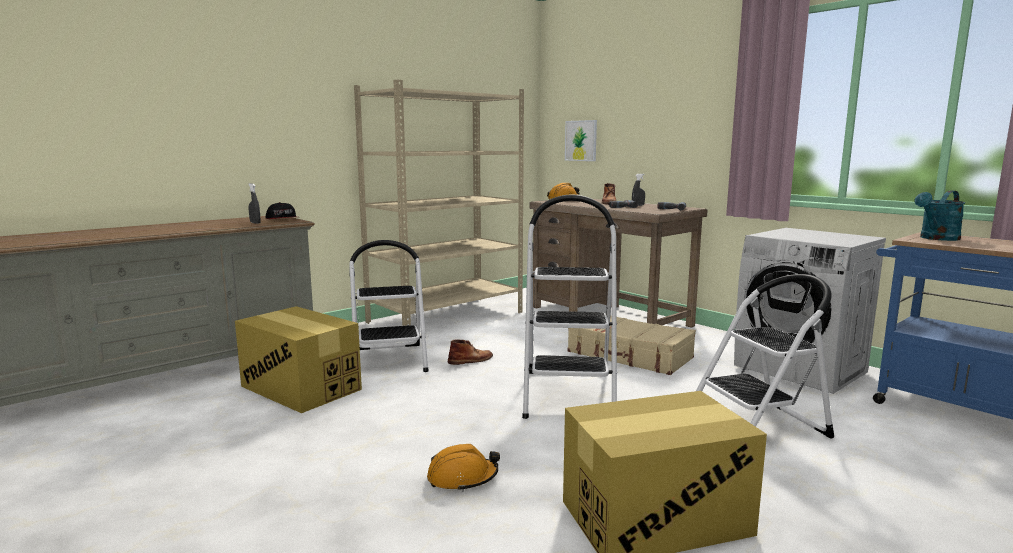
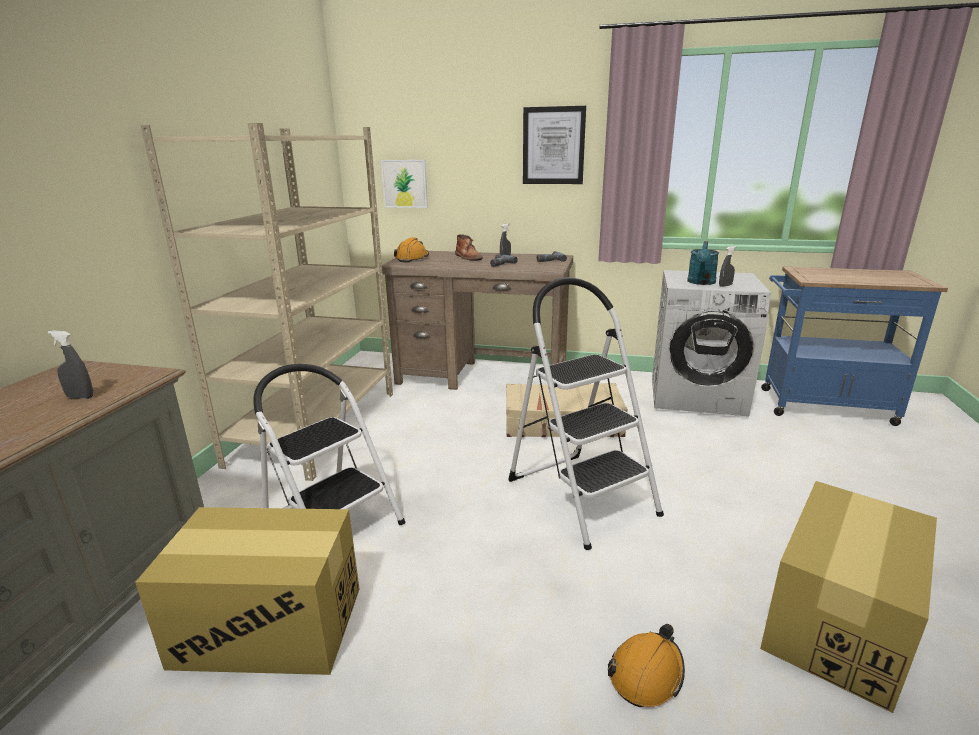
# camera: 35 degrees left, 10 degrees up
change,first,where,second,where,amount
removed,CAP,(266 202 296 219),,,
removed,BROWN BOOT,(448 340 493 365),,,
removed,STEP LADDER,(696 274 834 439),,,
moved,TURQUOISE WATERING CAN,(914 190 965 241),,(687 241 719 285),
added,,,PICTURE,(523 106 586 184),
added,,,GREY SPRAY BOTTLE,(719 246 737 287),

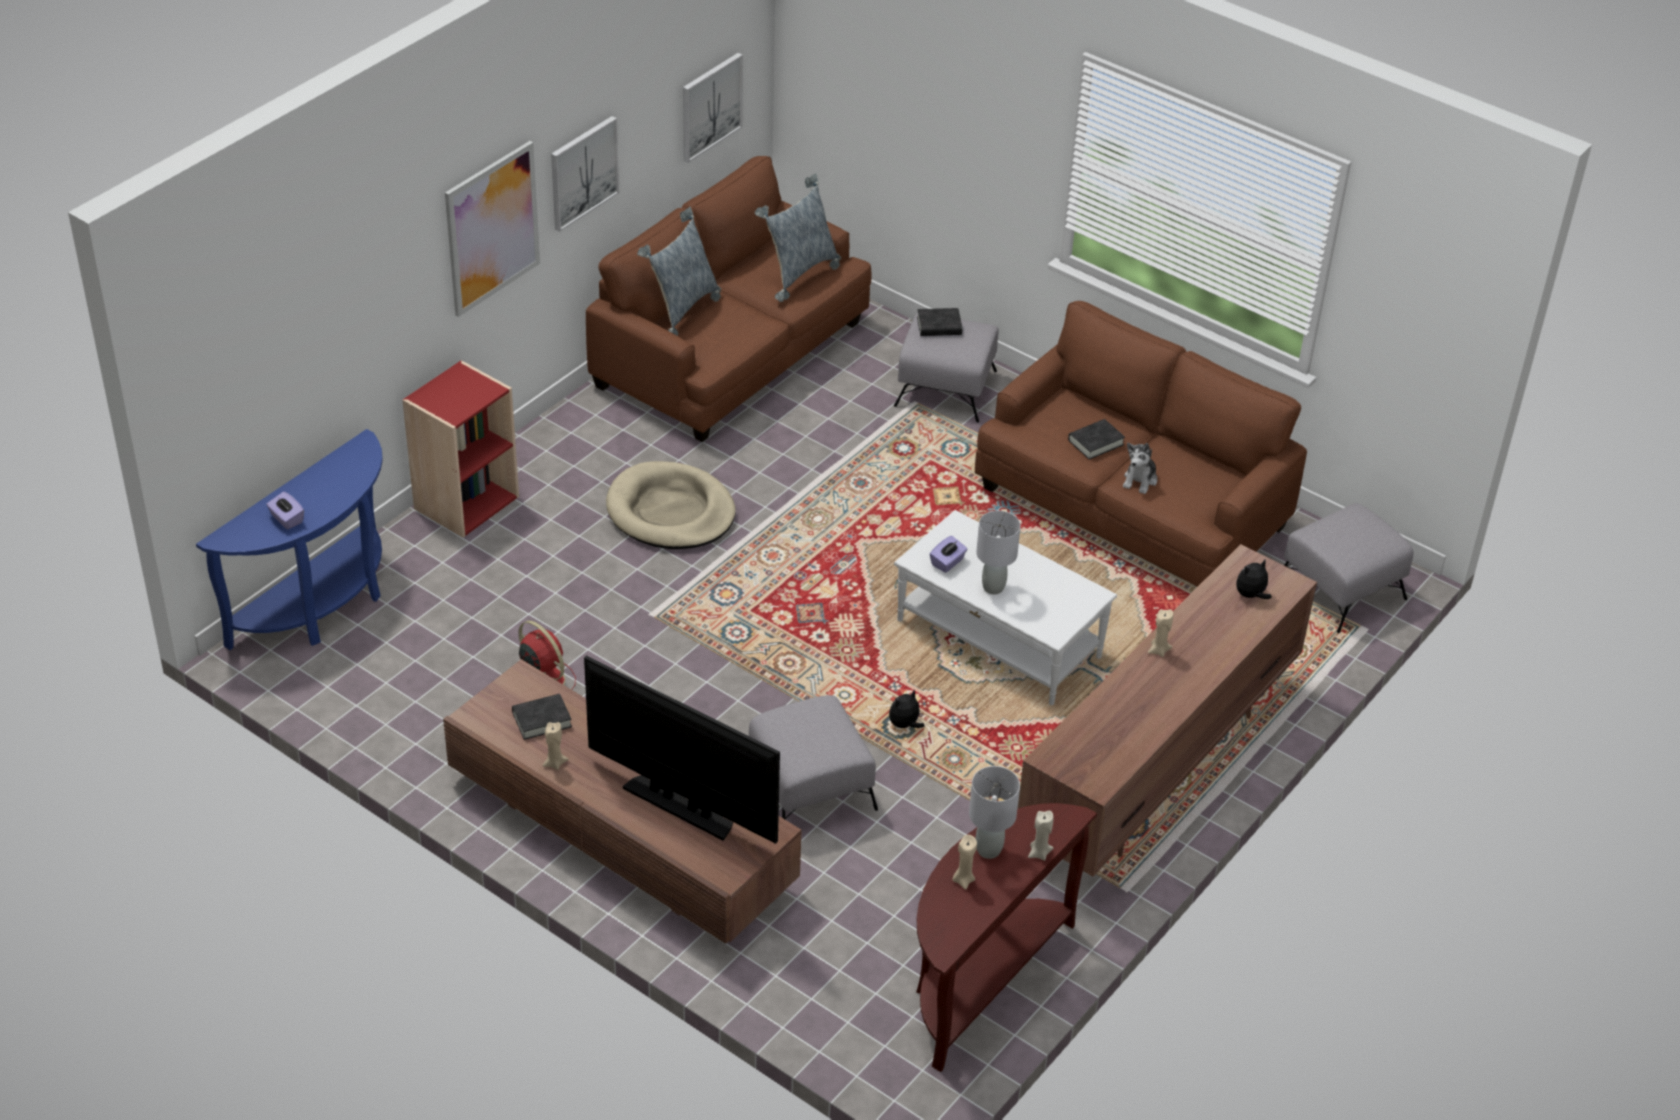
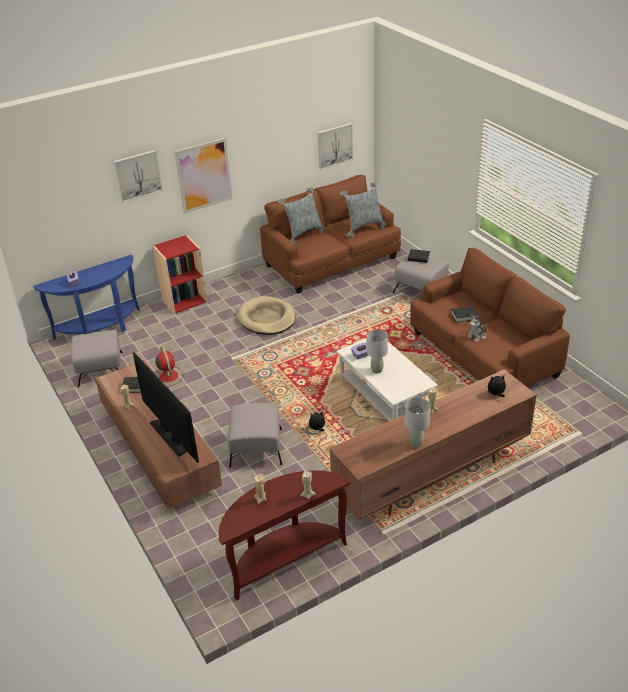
# camera: 25 degrees right, 5 degrees down
change,first,where,second,where,amount
moved,PICTURE,(551 116 619 231),,(114 150 163 202),
moved,GREY TABLE LAMP,(969 766 1020 859),,(405 397 431 448),
moved,GREY OTTOMAN,(1284 503 1414 633),,(71 330 123 388),

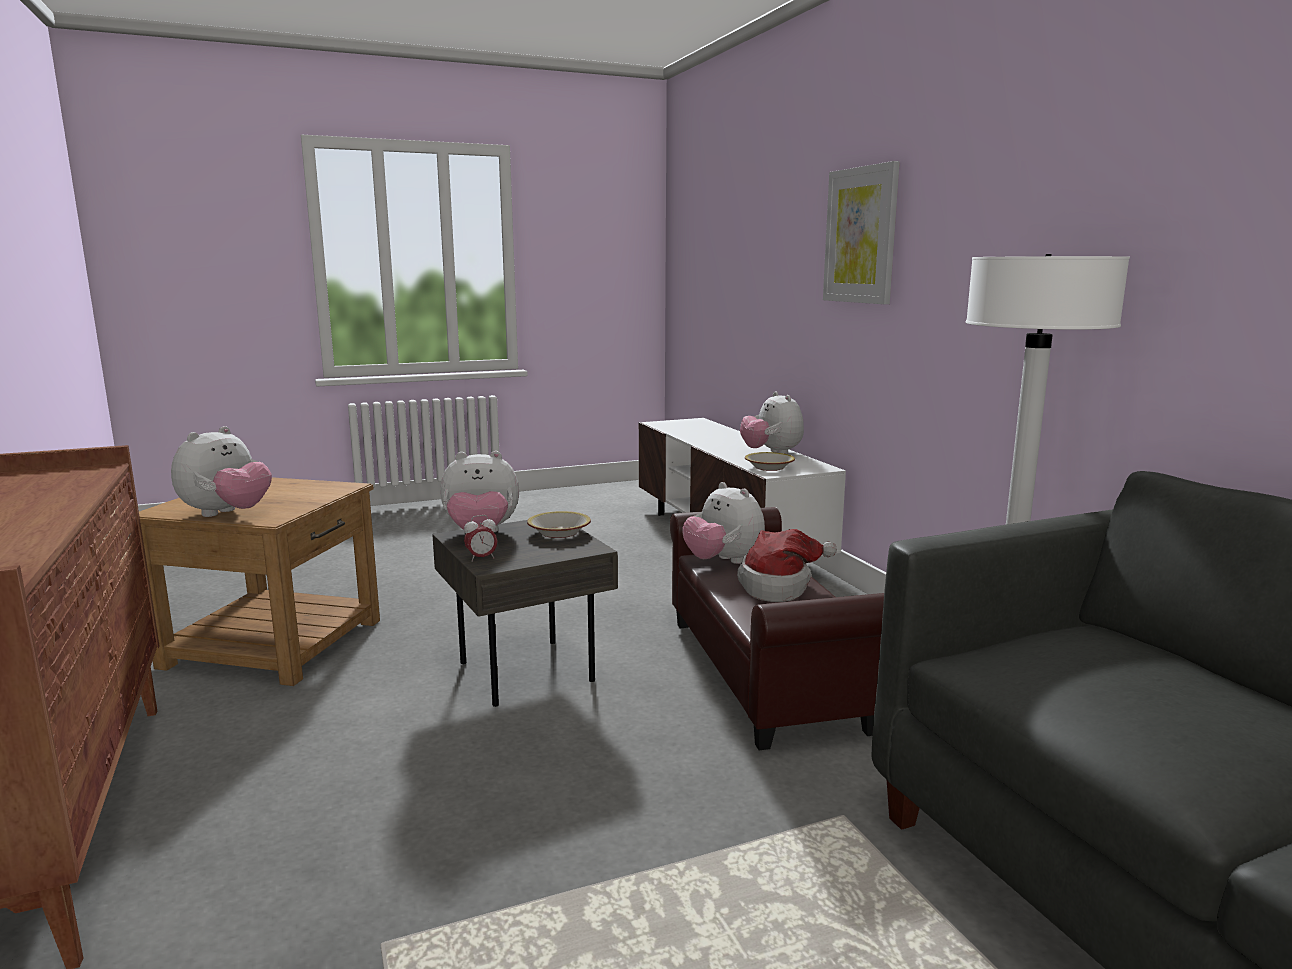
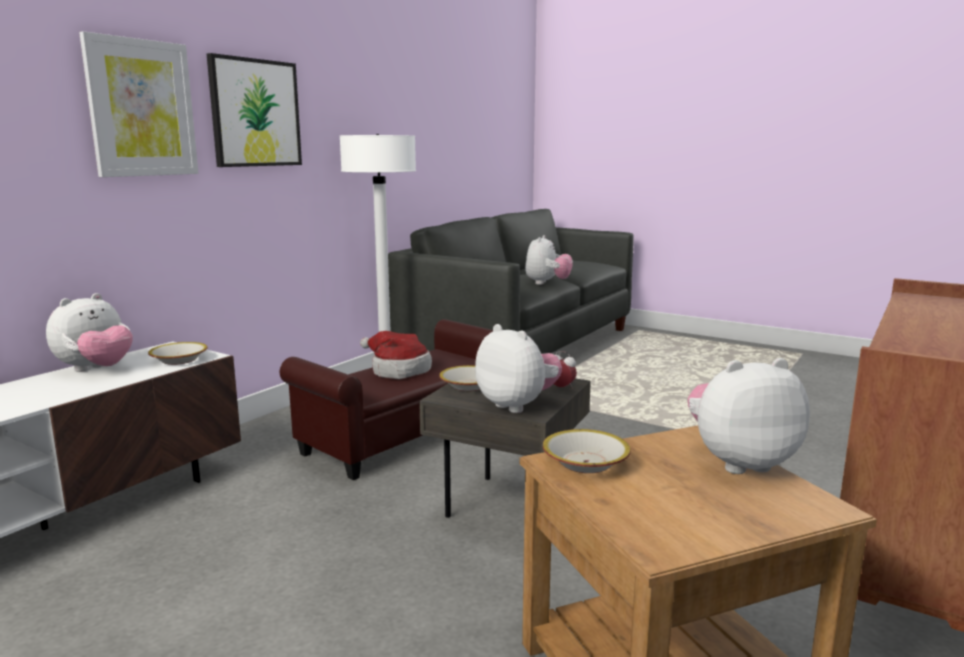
# camera: 125 degrees left, 0 degrees up
change,first,where,second,where,amount
moved,PLUSH TOY,(682 482 765 564),,(525 235 573 285),
added,,,PICTURE,(207 53 302 167),
added,,,BOWL,(543 429 631 473),

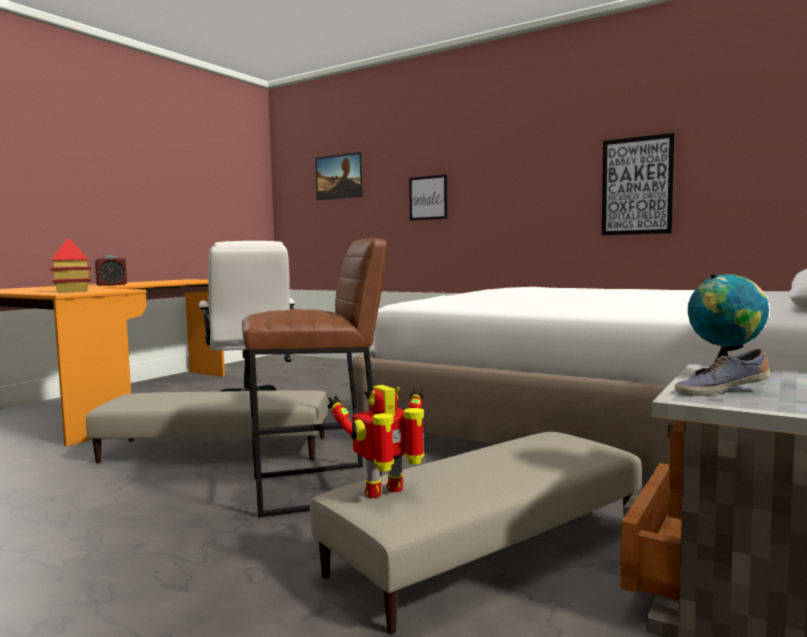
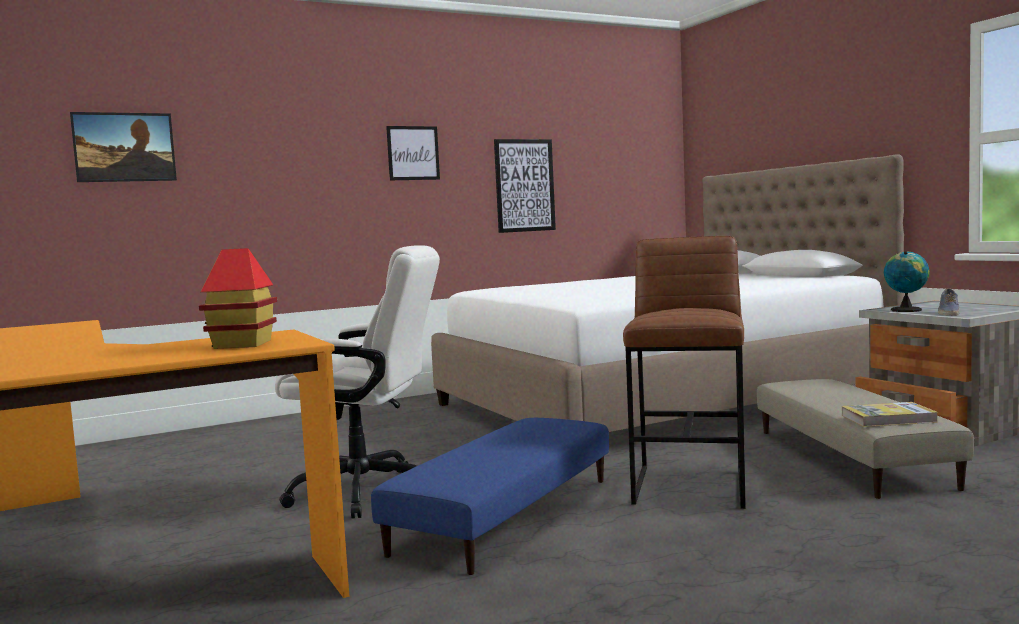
# camera: 60 degrees left, 0 degrees up
change,first,where,second,where,amount
recoloured,BEIGE OTTOMAN,(86 390 328 463),BLUE OTTOMAN,(371 418 609 575),
removed,ALARM CLOCK,(94 255 127 286),,,
replaced,TOY ROBOT,(327 385 425 498),BOOK,(842 402 938 427),
moved,PICTURE,(409 174 447 221),,(386 126 440 180),

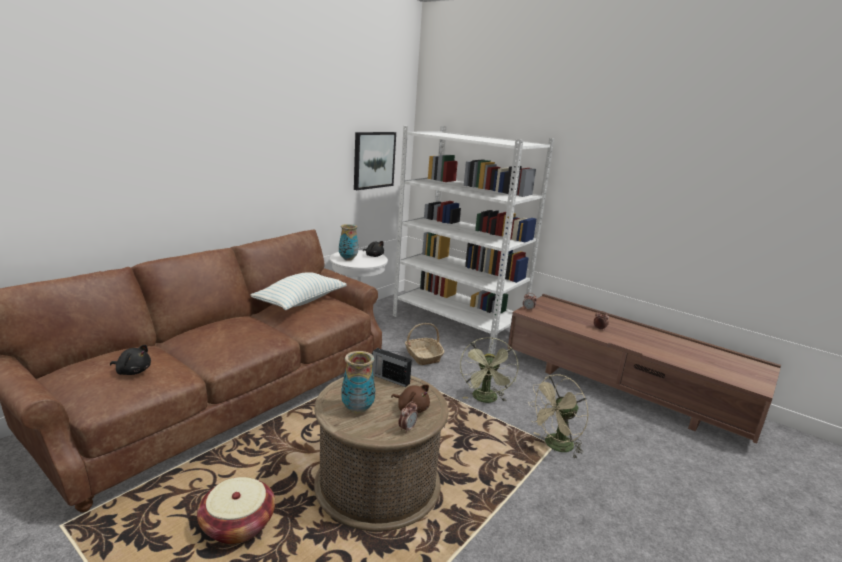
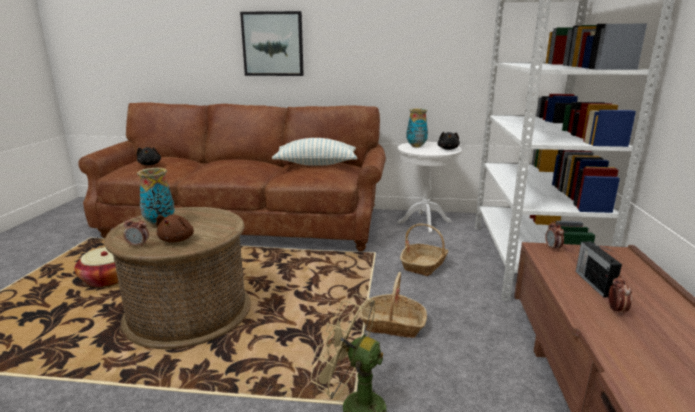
# camera: 60 degrees right, 0 degrees up
change,first,where,second,where,amount
moved,PICTURE,(354 132 396 190),,(240 11 304 76),
moved,RADIO,(372 348 412 387),,(576 242 622 297),
replaced,GREEN FAN,(460 338 519 403),BASKET,(360 272 427 338),

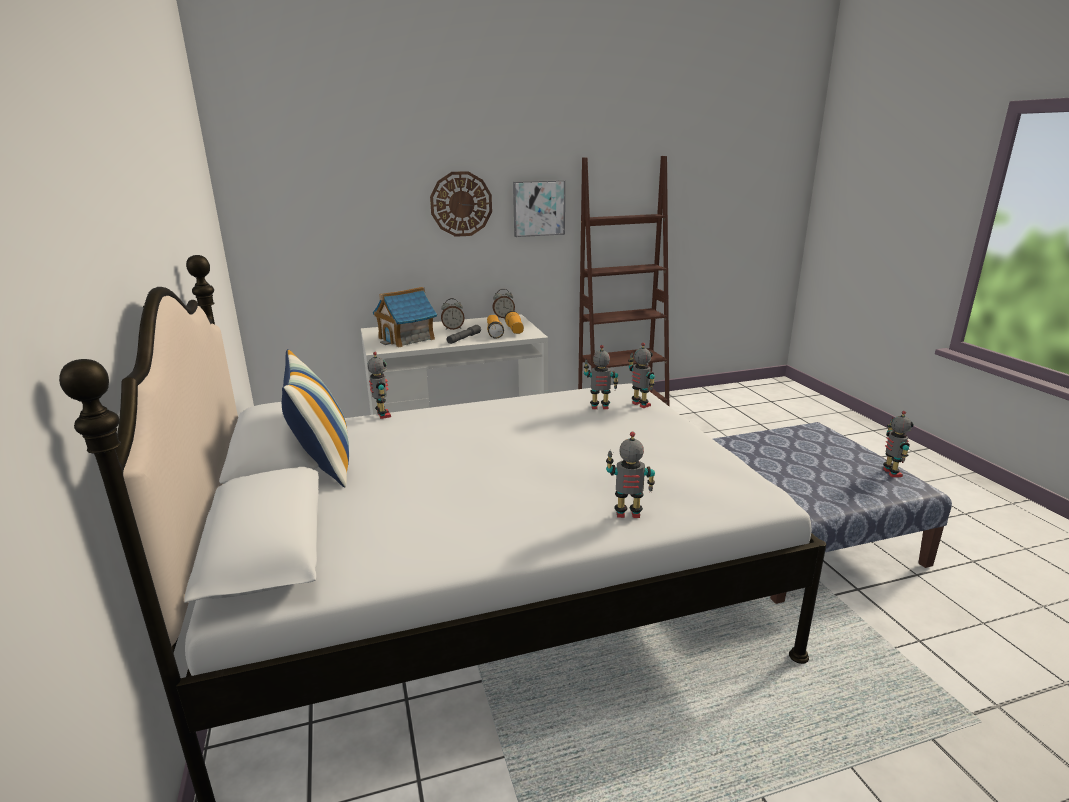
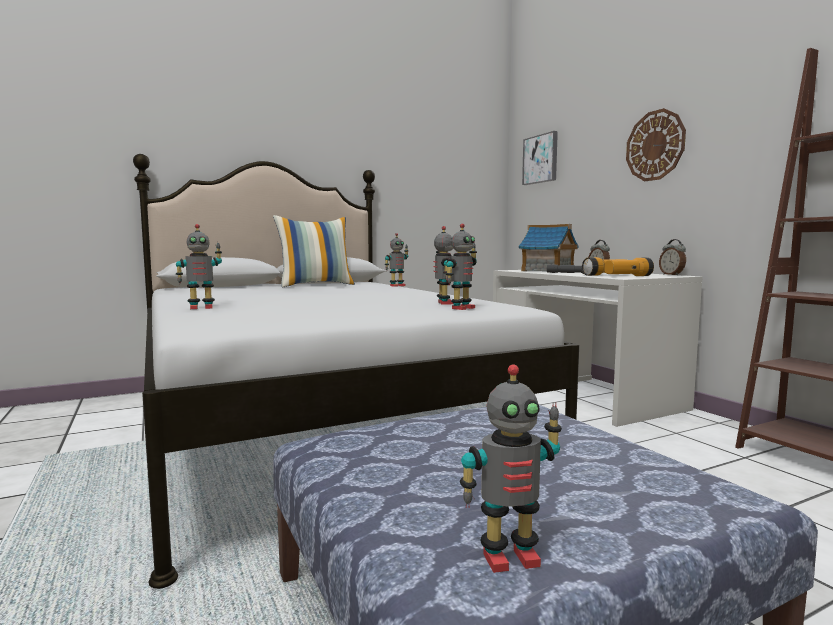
# camera: 80 degrees right, 15 degrees down
change,first,where,second,where,amount
moved,PICTURE,(513 180 565 237),,(522 131 558 185),
turned,TOY ROBOT,(606 432 655 518),,(176 224 222 309),75 degrees clockwise

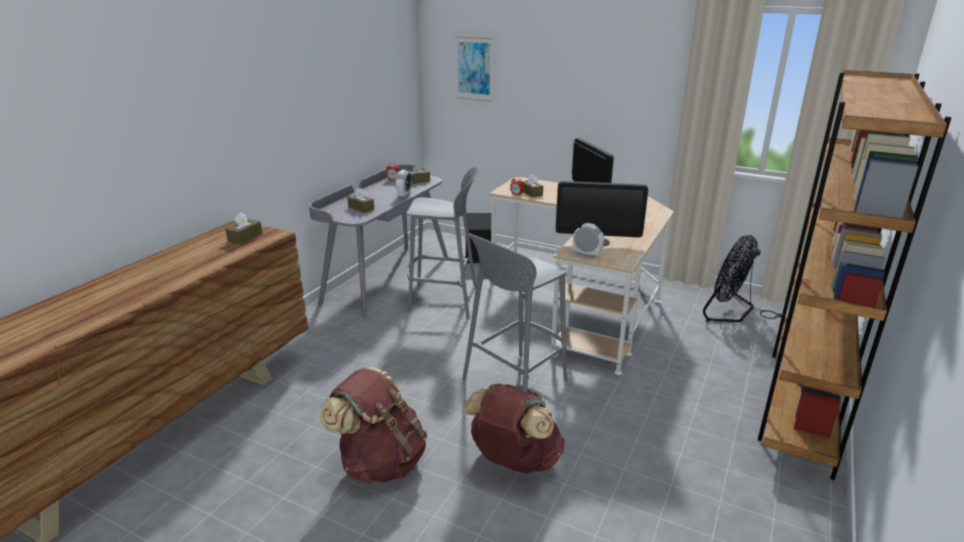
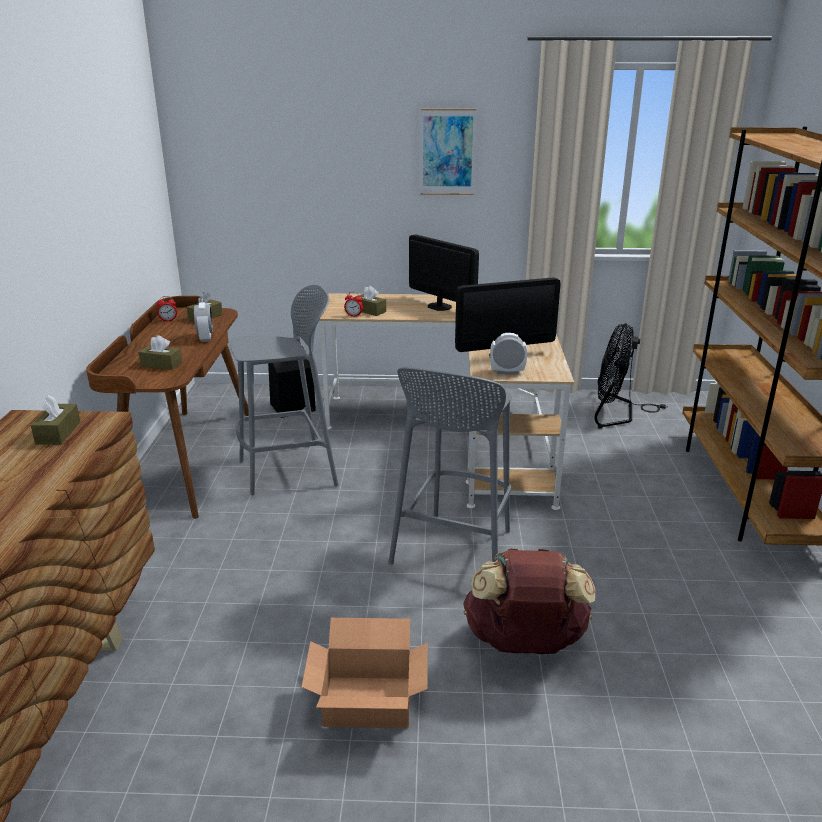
# camera: 25 degrees left, 0 degrees up
change,first,where,second,where,amount
recoloured,GREY DESK,(309 164 448 318),BROWN DESK,(86 296 249 519),
replaced,BROWN BACKPACK,(319 367 427 484),CARDBOARD BOX,(301 618 428 728),
moved,PICTURE,(456 36 492 101),,(420 108 476 195),

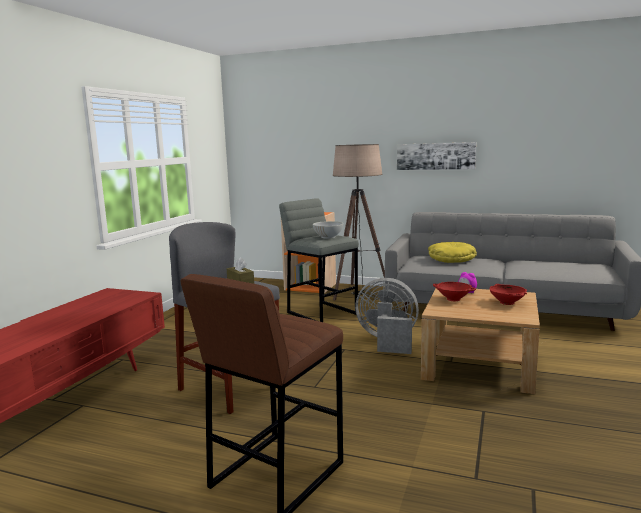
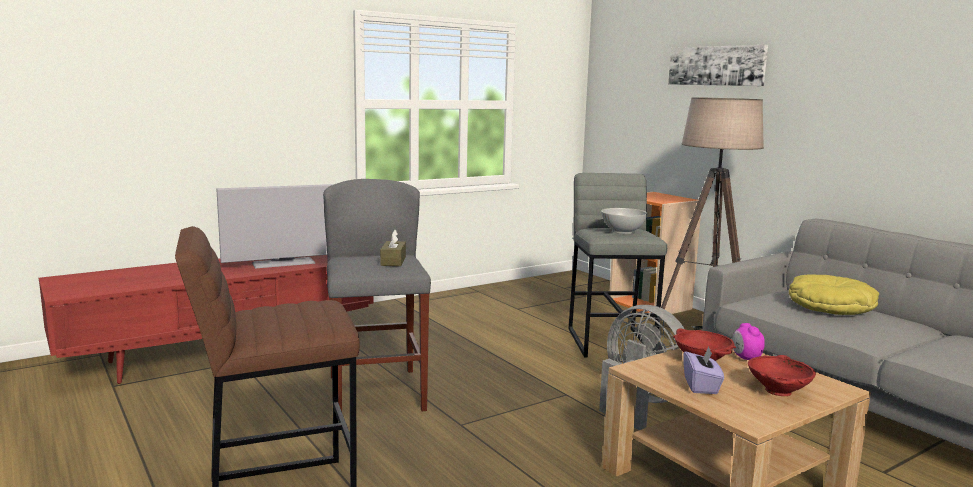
# camera: 35 degrees right, 0 degrees up
change,first,where,second,where,amount
moved,PICTURE,(397 142 476 170),,(668 45 768 86),
added,,,TELEVISION,(216 184 334 269),
added,,,PURPLE TISSUE BOX,(683 347 724 394),

